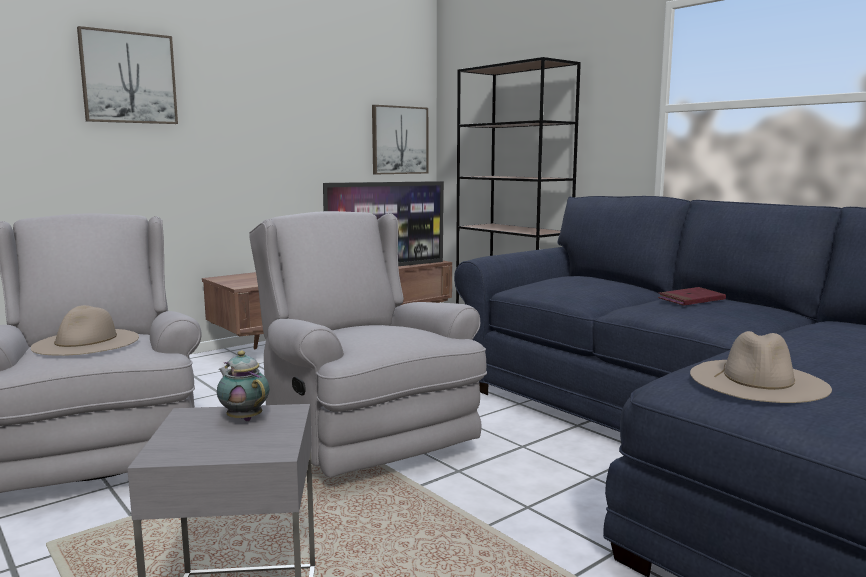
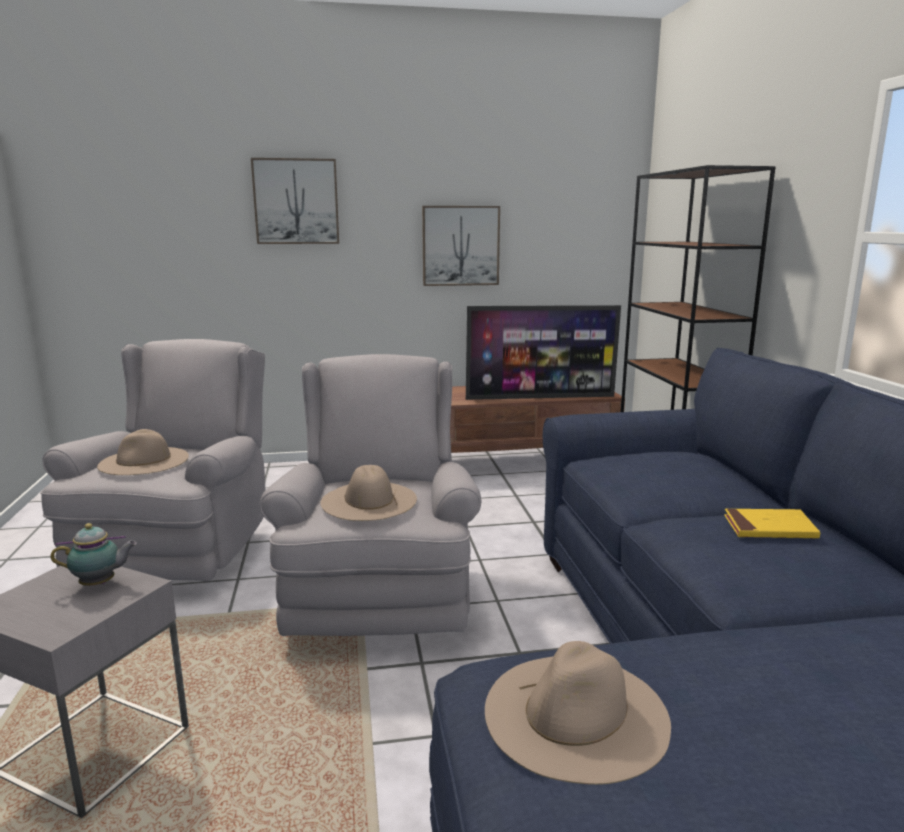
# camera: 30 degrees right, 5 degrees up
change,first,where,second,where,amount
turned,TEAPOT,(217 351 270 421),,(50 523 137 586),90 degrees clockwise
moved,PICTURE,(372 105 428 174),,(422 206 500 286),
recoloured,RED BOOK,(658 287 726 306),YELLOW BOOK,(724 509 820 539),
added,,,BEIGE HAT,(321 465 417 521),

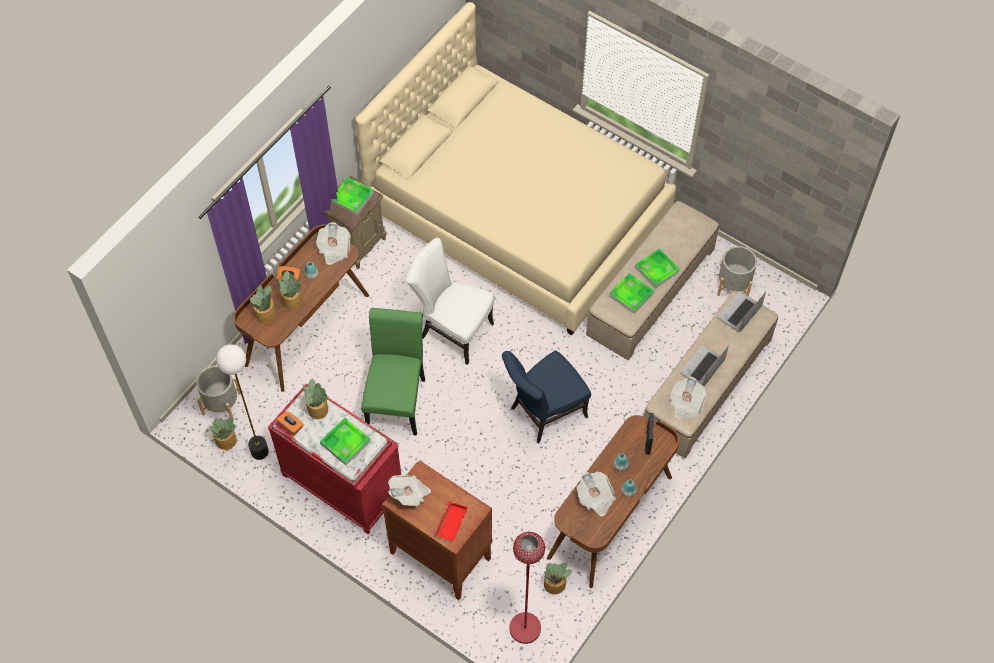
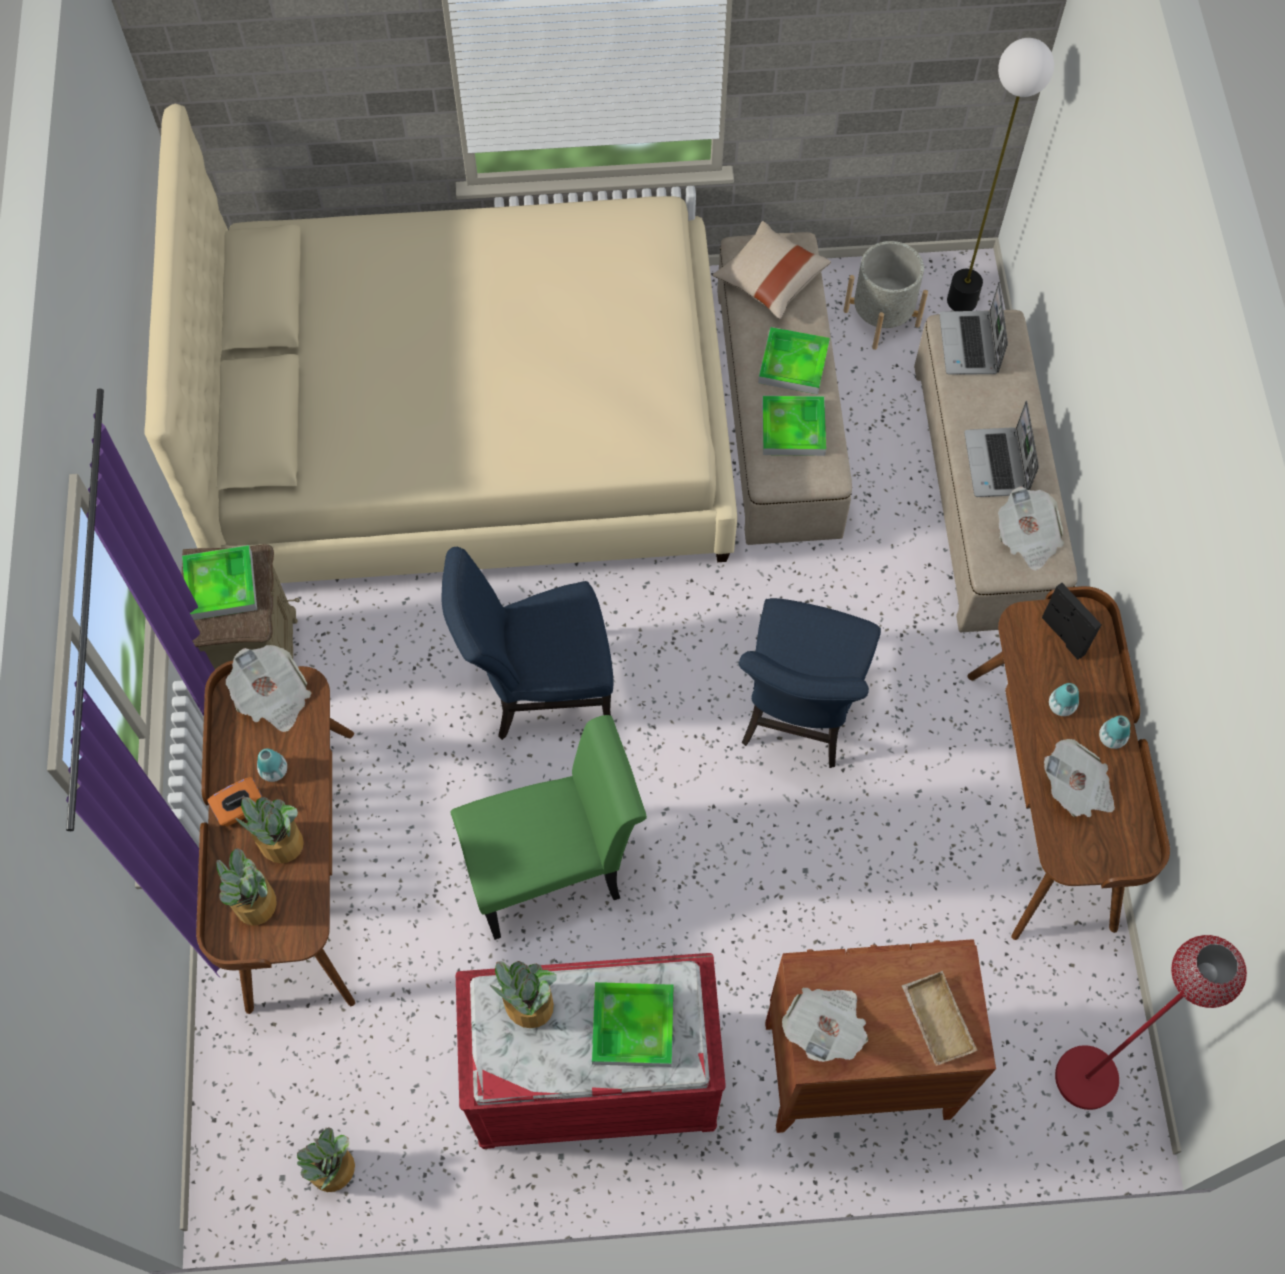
# camera: 40 degrees left, 5 degrees up
change,first,where,second,where,amount
removed,GREY PLANTER,(196 366 241 419),,,
moved,FLOOR LAMP,(216 344 269 460),,(947 38 1054 311),
removed,ORANGE TISSUE BOX,(276 411 304 436),,,
turned,GREEN CHAIR,(361 308 425 436),,(450 715 647 940),105 degrees clockwise
recoloured,WHITE CHAIR,(406 238 494 365),BLUE CHAIR,(441 547 613 740),
recoloured,RED TRAY,(434 501 468 541),BEIGE TRAY,(902 971 977 1066),
removed,POTTED PLANT,(544 563 571 594),,,
added,,,BEIGE PILLOW,(713 221 831 319),

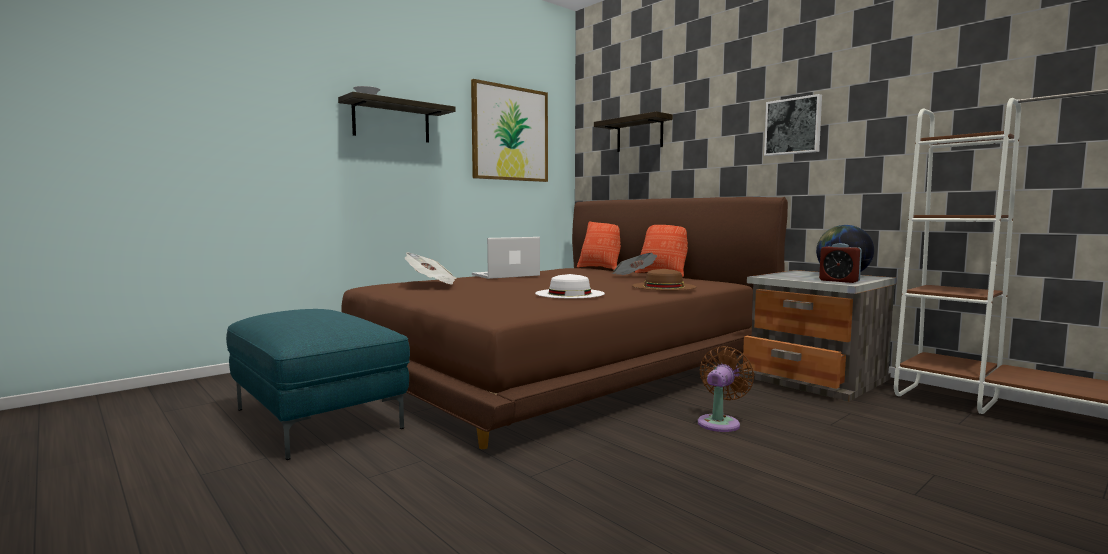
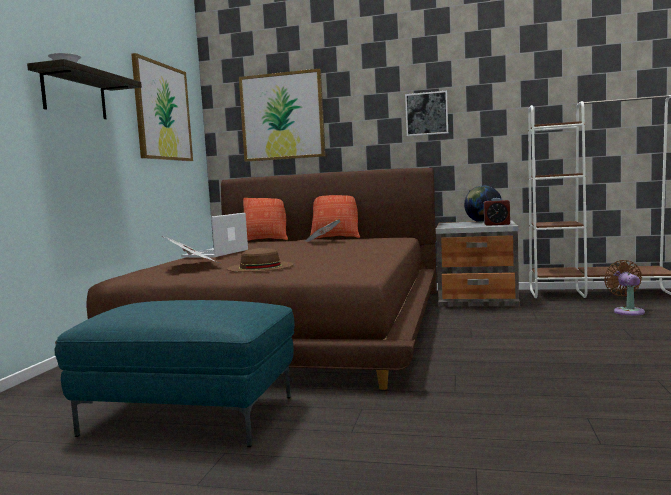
# camera: 35 degrees left, 0 degrees up
change,first,where,second,where,amount
removed,WHITE HAT,(535 274 605 298),,,
replaced,SHELF,(594 111 673 152),PICTURE,(239 69 326 162),
moved,BROWN HAT,(632 269 696 291),,(227 248 294 272),
moved,BROWN FAN,(698 346 754 432),,(604 260 645 315),

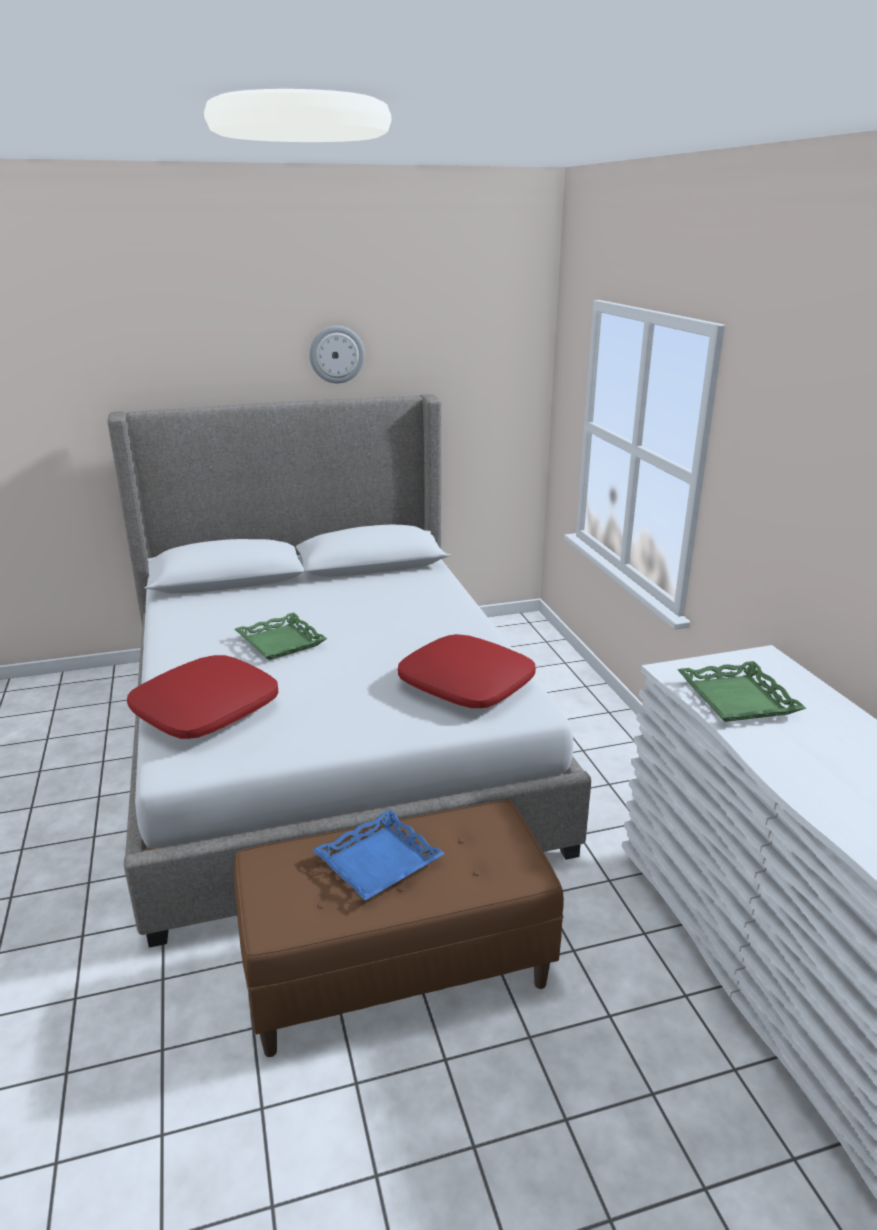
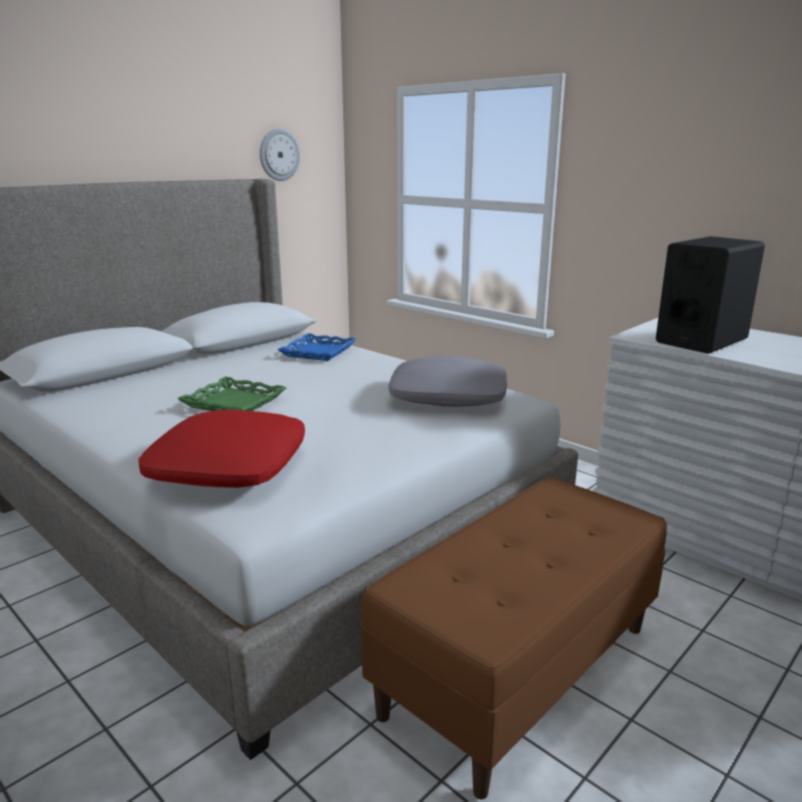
# camera: 30 degrees left, 5 degrees down
change,first,where,second,where,amount
moved,WALL CLOCK,(309 326 365 383),,(260 128 300 181),
moved,BLUE TRAY,(313 810 445 900),,(278 333 357 361),
recoloured,RED PILLOW,(398 634 536 708),GREY PILLOW,(388 356 507 407),
replaced,GREEN TRAY,(677 661 806 722),BLACK SPEAKER,(656 236 765 354),

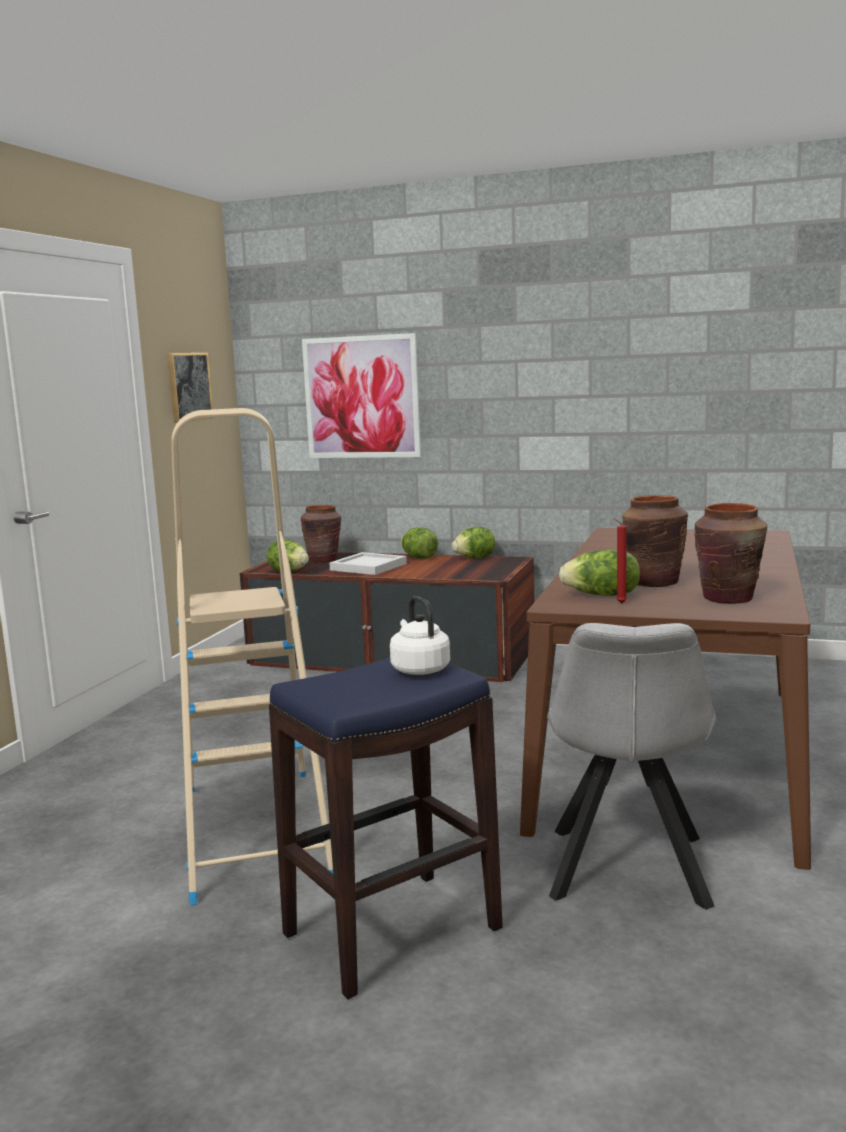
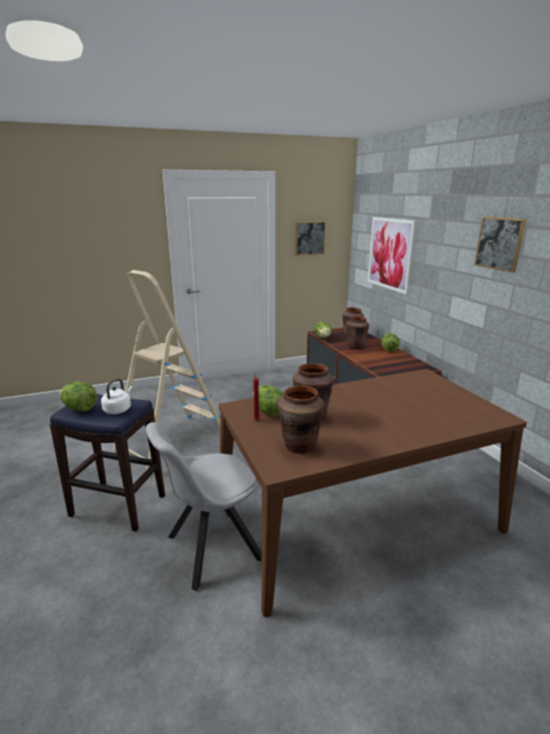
# camera: 50 degrees right, 10 degrees up
change,first,where,second,where,amount
replaced,WHITE TRAY,(330 552 407 575),BROWN VASE,(346 316 369 349),
moved,LETTUCE,(452 527 495 559),,(60 382 97 411),
added,,,PICTURE,(474 216 526 273),

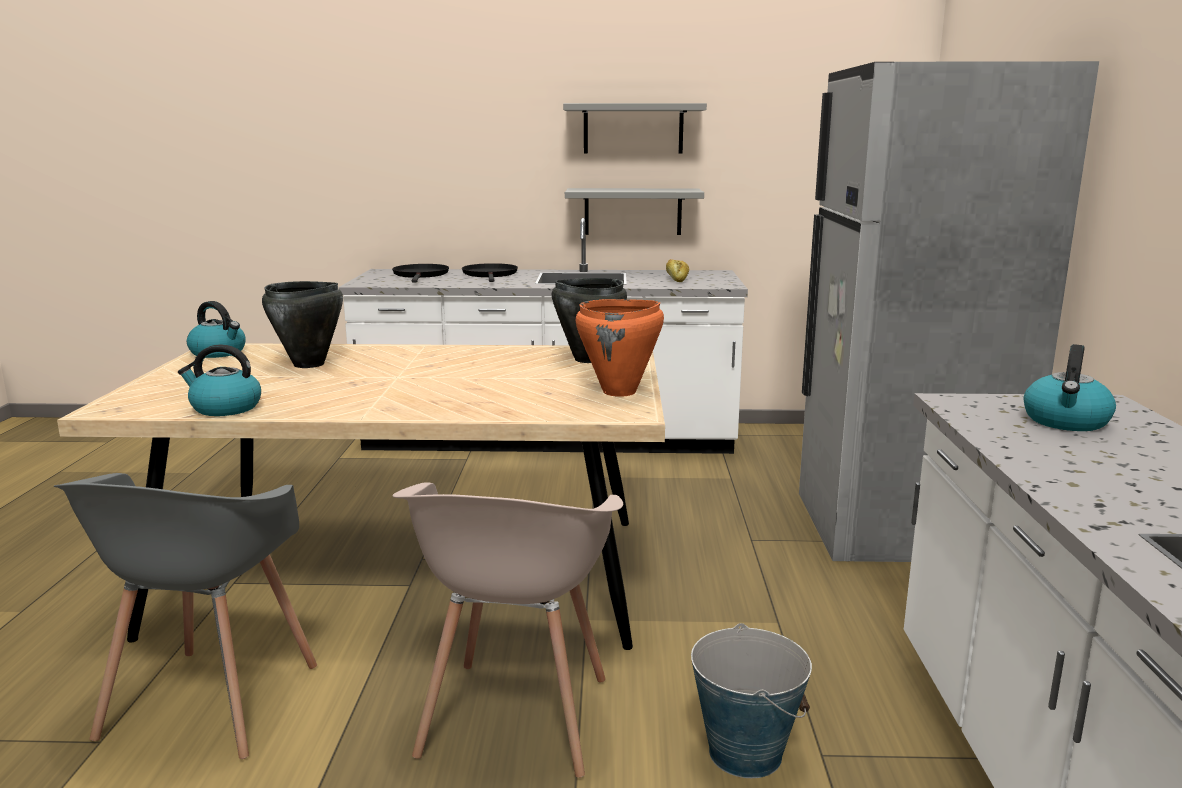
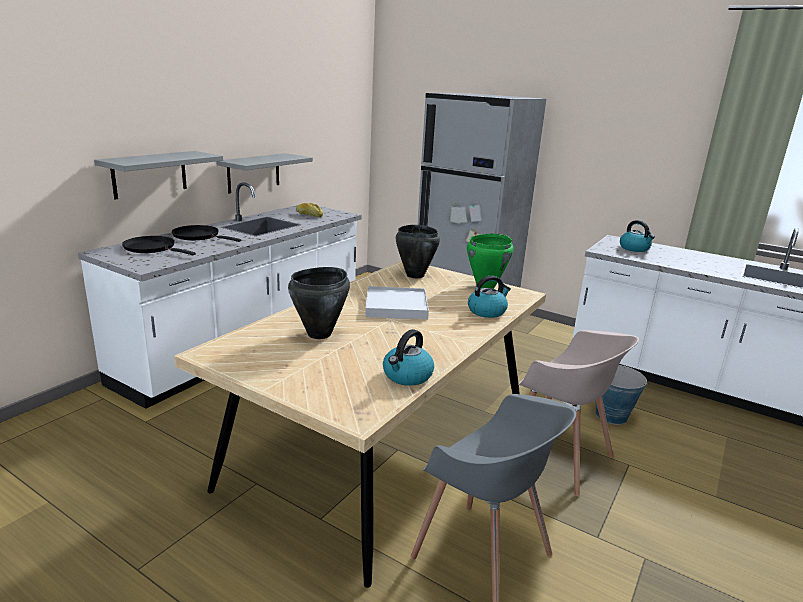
# camera: 60 degrees left, 5 degrees up
change,first,where,second,where,amount
moved,KETTLE,(187 301 246 358),,(468 276 511 318),
moved,GREY SHELF,(563 103 707 153),,(94 151 223 199),
recoloured,ORANGE COOKING POT,(576 299 664 397),GREEN COOKING POT,(467 234 513 289),
added,,,WHITE TRAY,(365 286 429 319),

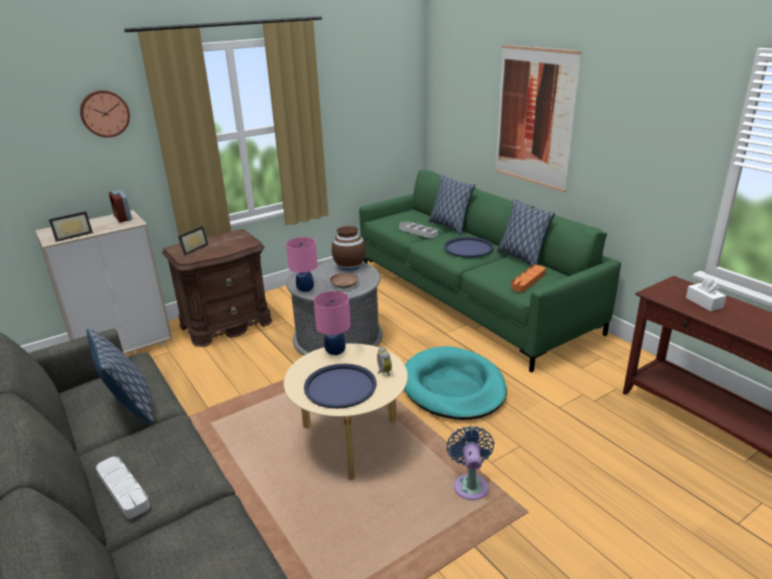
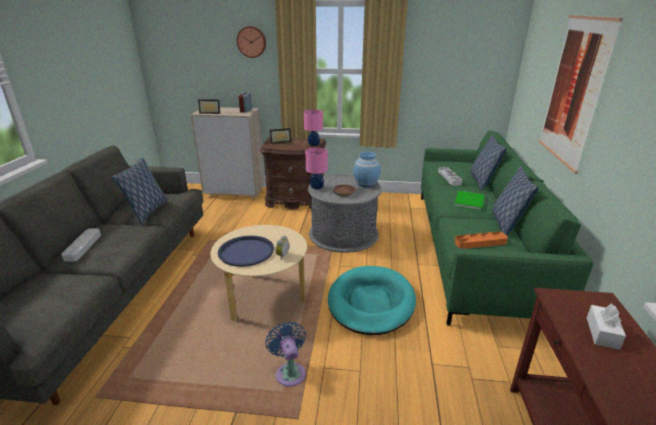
# camera: 40 degrees right, 0 degrees up
change,first,where,second,where,amount
moved,PINK TABLE LAMP,(314 291 351 355),,(304 109 323 146),
recoloured,BROWN VASE,(332 226 366 271),BLUE VASE,(353 151 381 187),
replaced,BLUE TRAY,(444 237 494 258),GREEN BOOK,(454 191 485 211),
turned,BLUE FAN,(447 425 494 500),,(266 321 306 387),60 degrees counterclockwise

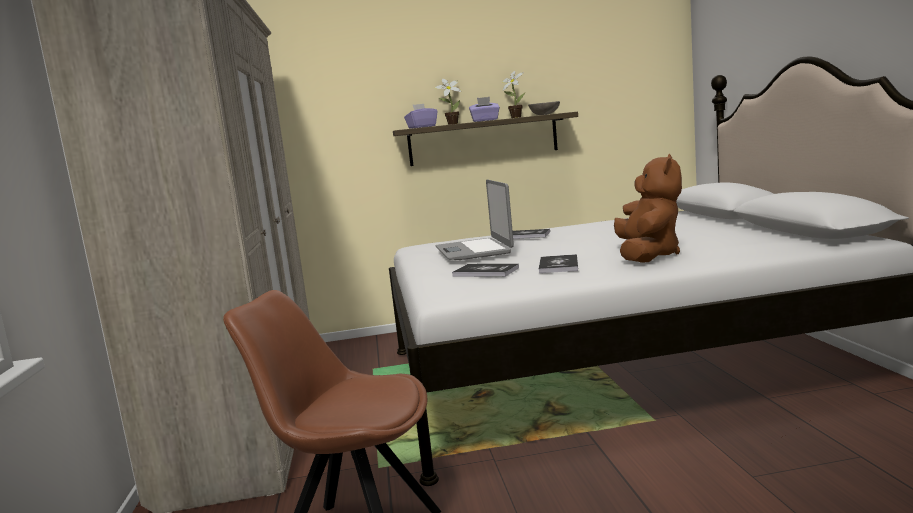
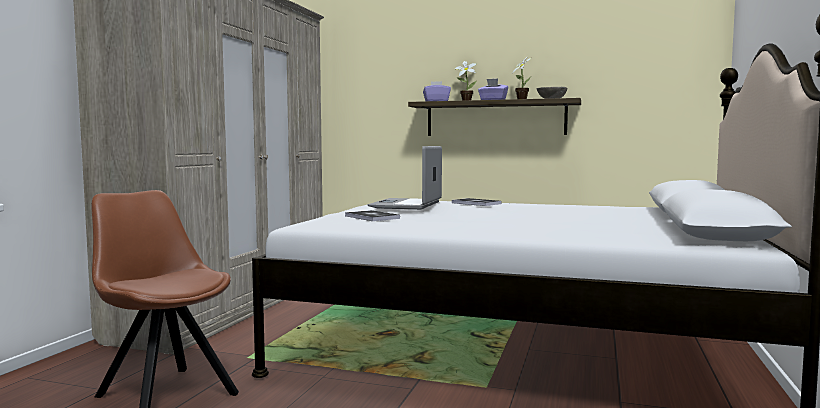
# camera: 25 degrees right, 5 degrees down
change,first,where,second,where,amount
removed,BOOK,(539 254 578 273),,,
removed,BROWN PLUSH TOY,(614 154 682 263),,,

